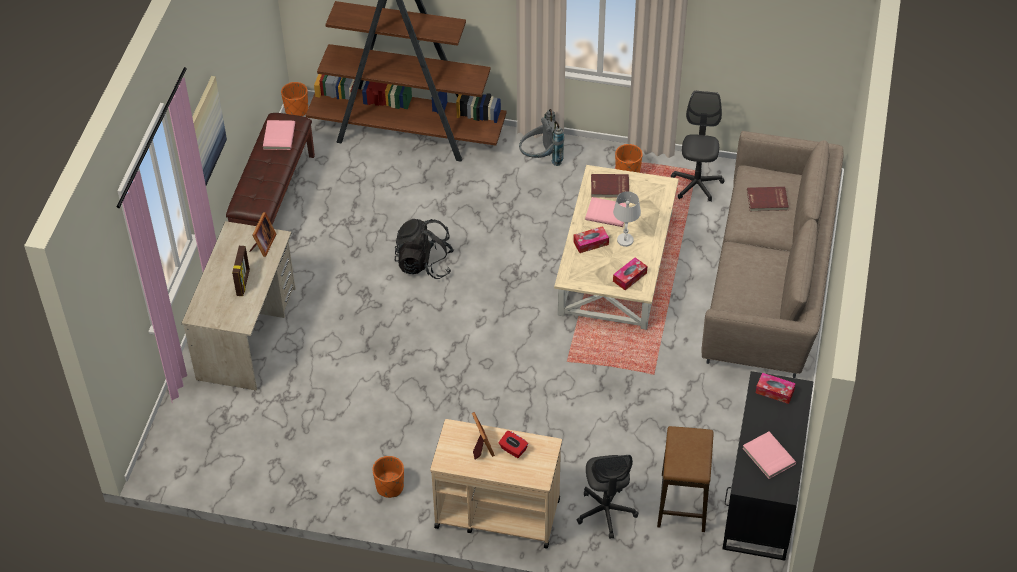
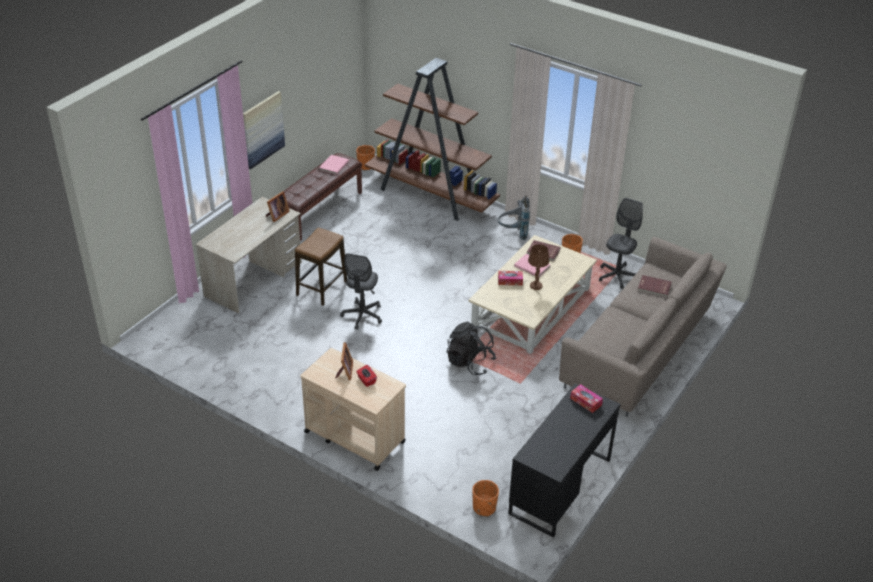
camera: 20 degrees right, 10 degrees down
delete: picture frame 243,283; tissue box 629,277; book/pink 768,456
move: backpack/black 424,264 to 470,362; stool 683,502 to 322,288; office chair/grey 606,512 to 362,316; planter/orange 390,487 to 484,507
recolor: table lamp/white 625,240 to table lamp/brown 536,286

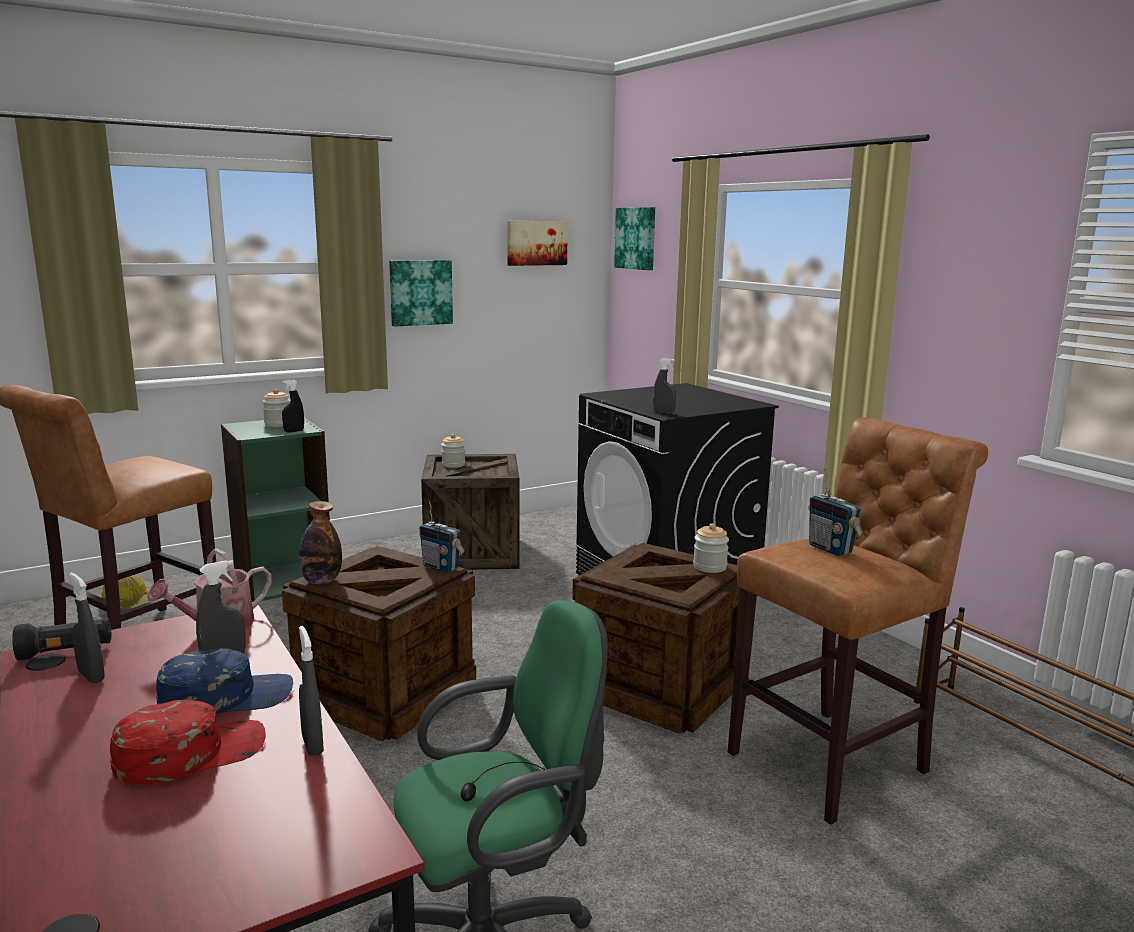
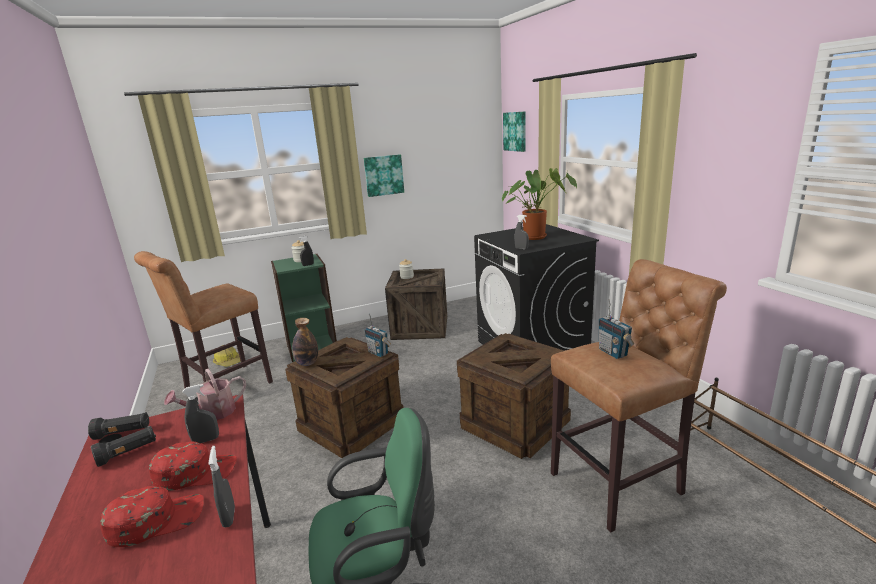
camera: 10 degrees right, 5 degrees up
delete: picture 536,243; jar 709,567
insert: potted plant 536,236
replace: spray bottle/grey 91,676 to flashlight/black 128,453
recolor: cap/blue 227,696 to cap/red 196,472

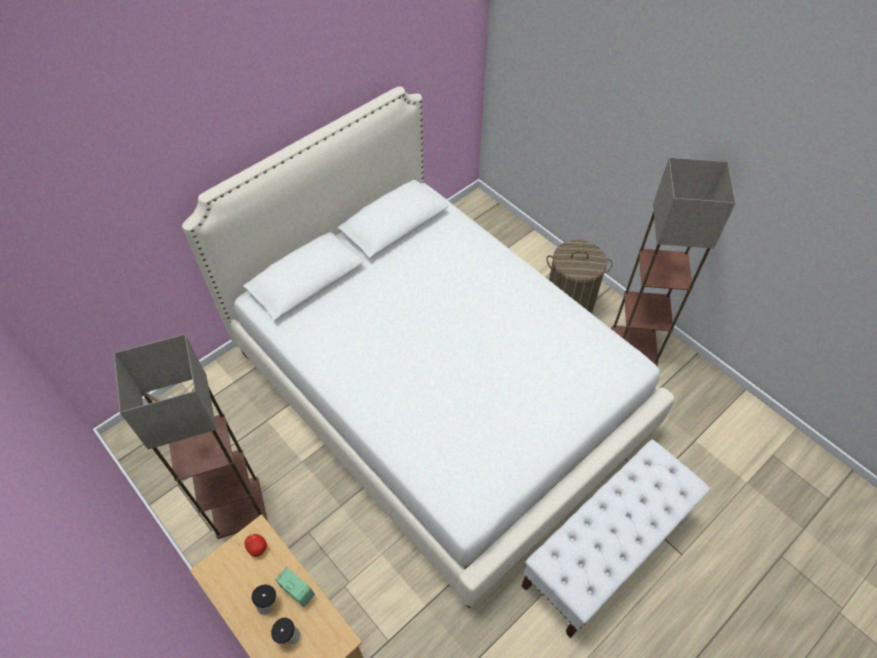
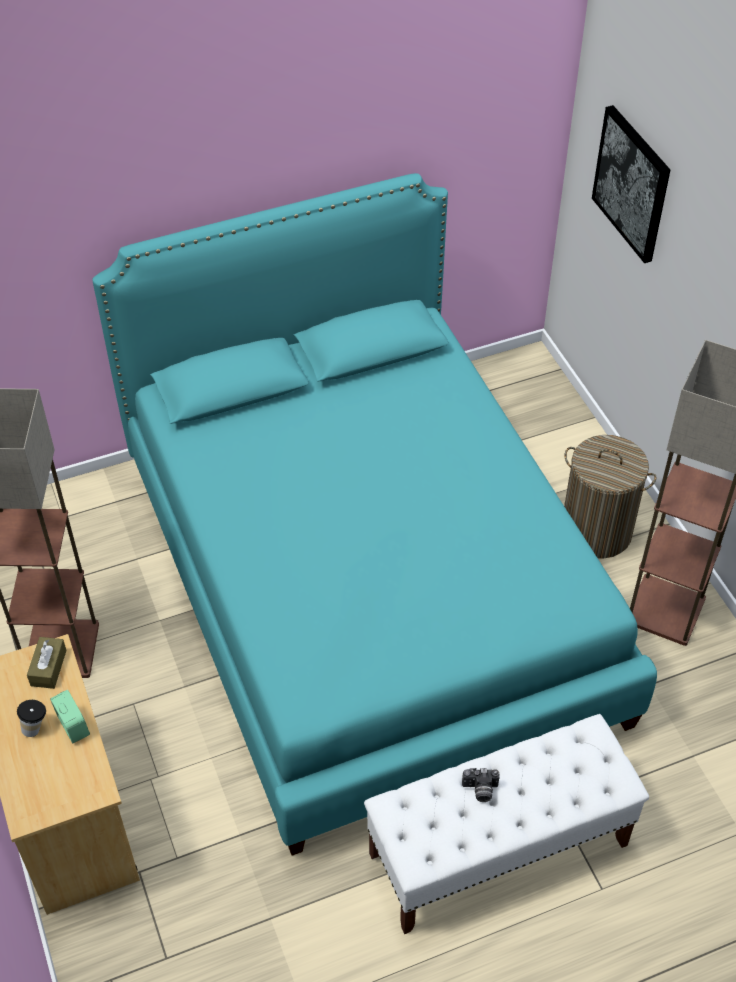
camera: 20 degrees right, 5 degrees down
delete: cup 288,636
insert: picture 632,183; photo camera 480,790
replace: apple 257,548 to tissue box/brown 48,668
recolor: bed/white 438,390 to bed/turquoise 368,587

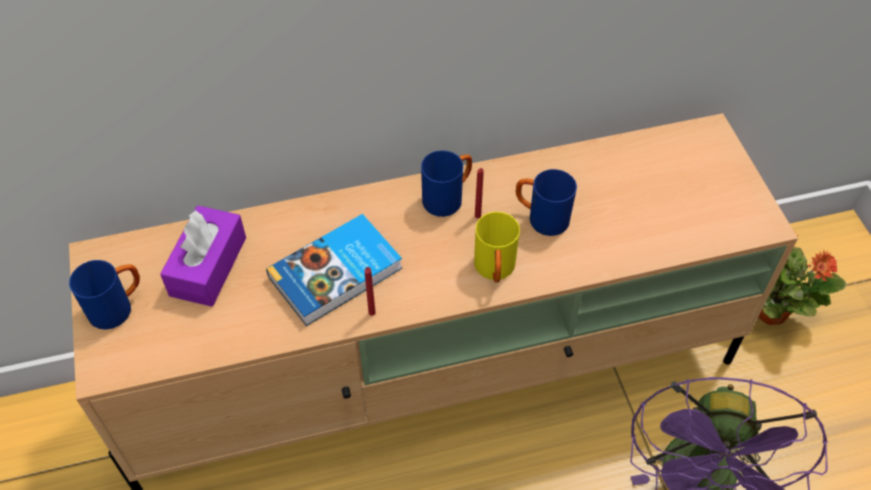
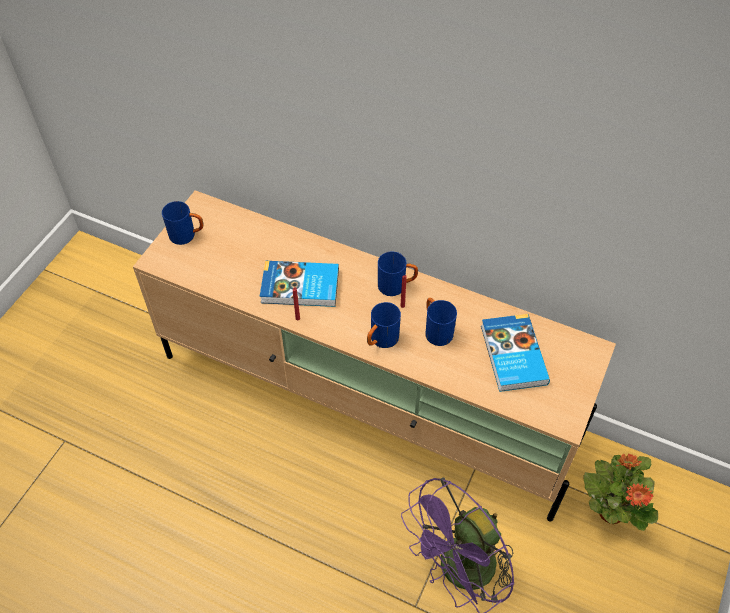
camera: 40 degrees right, 0 degrees up
delete: tissue box/purple 208,266
insert: book 512,355
recolor: mug/yellow 495,271 to mug/blue 381,341

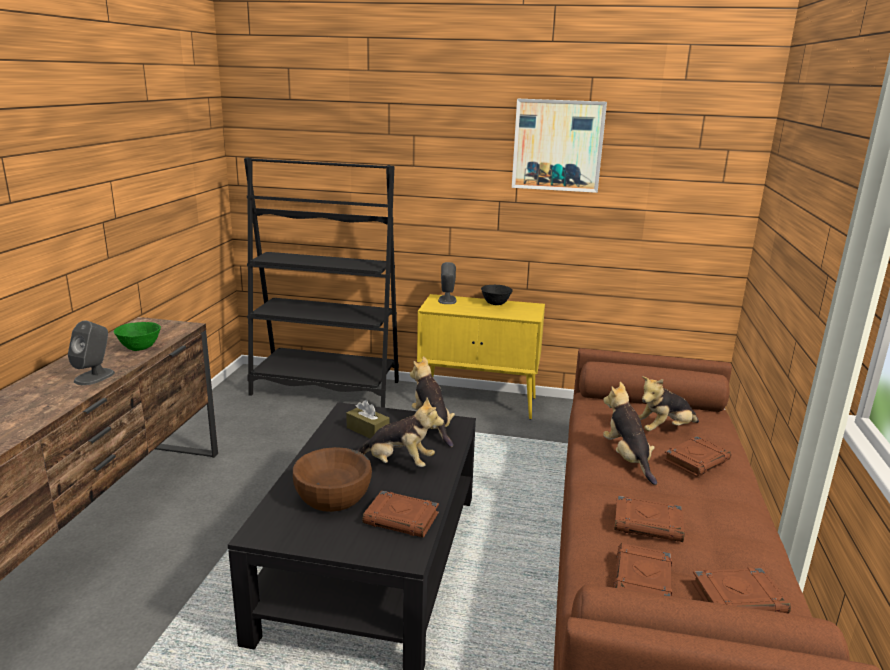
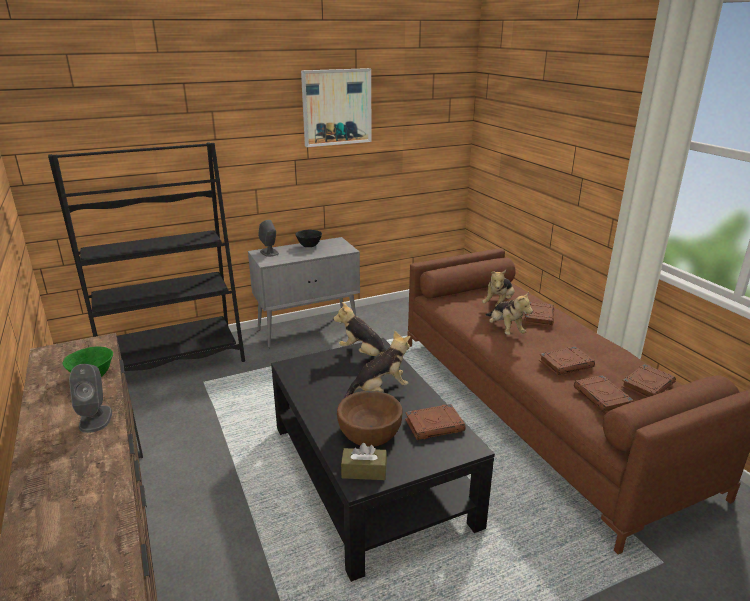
camera: 35 degrees left, 5 degrees up
move: tissue box/brown 368,430 to 364,471
recolor: cabinet/yellow 479,402 to cabinet/grey 309,329
rotate: plush toy 627,459 = 505,330 150 degrees counterclockwise

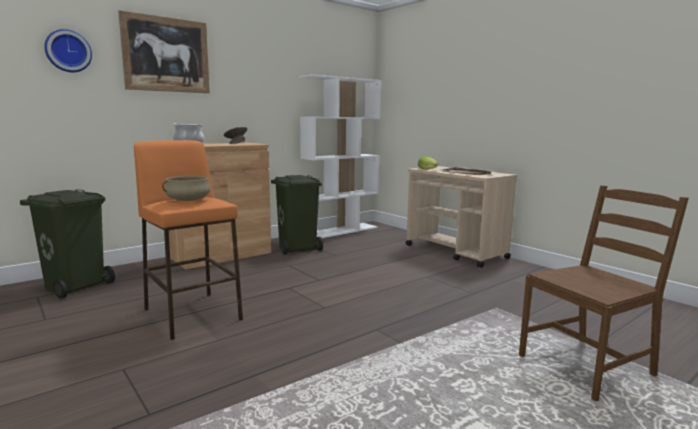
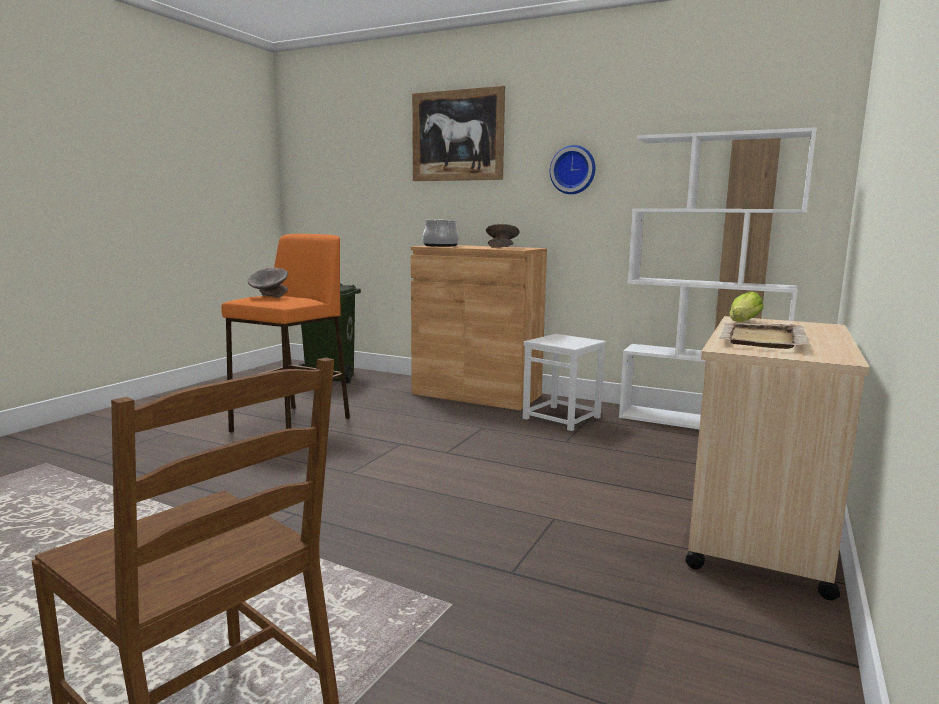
camera: 65 degrees right, 0 degrees up
move: wall clock 68,51 to 573,170
replace: trash can/green 298,248 to stool/white 562,418; cooking pot/beige 188,200 to bowl/grey 269,296

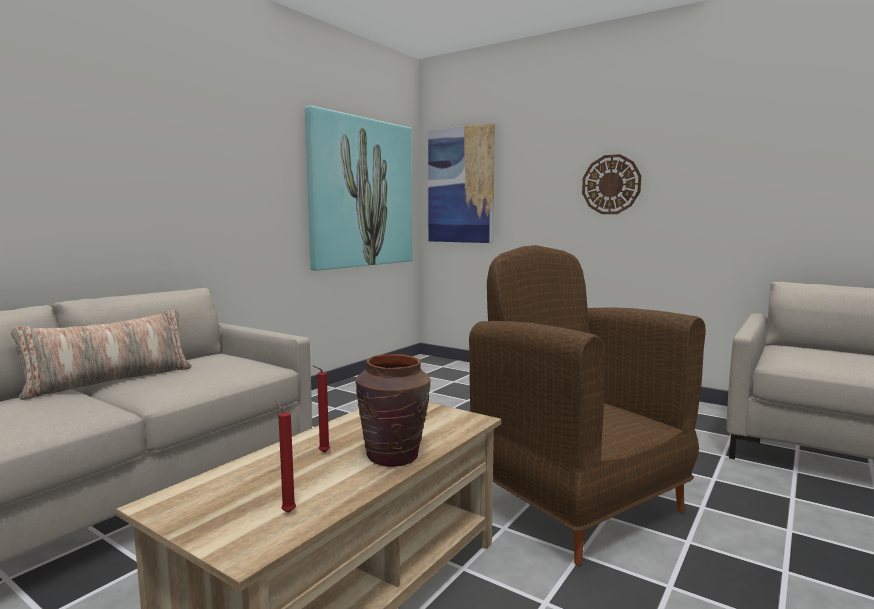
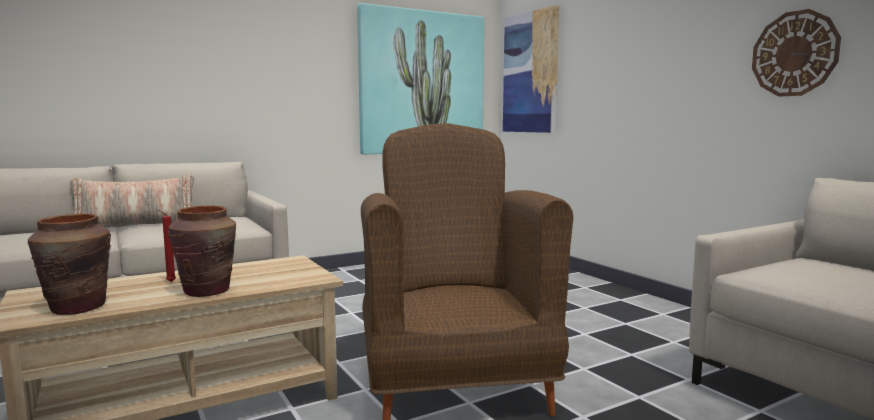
camera: 25 degrees right, 0 degrees up
move: wall clock 611,184 to 794,54
replace: candle/red 287,512 to vase/brown 77,308

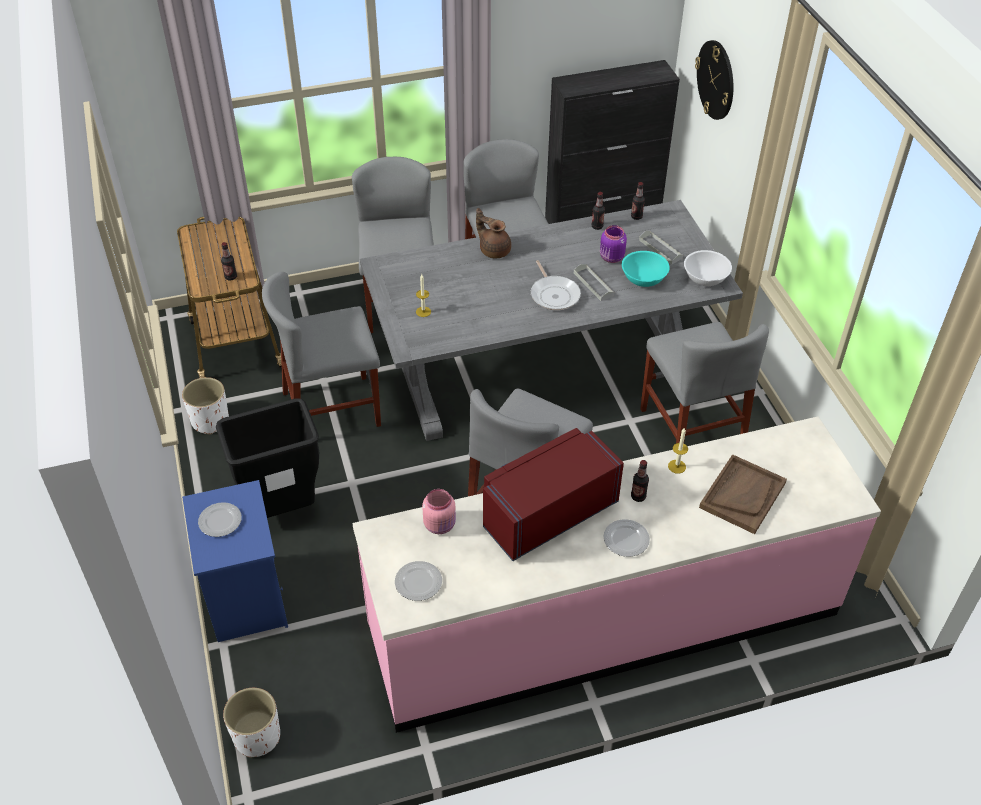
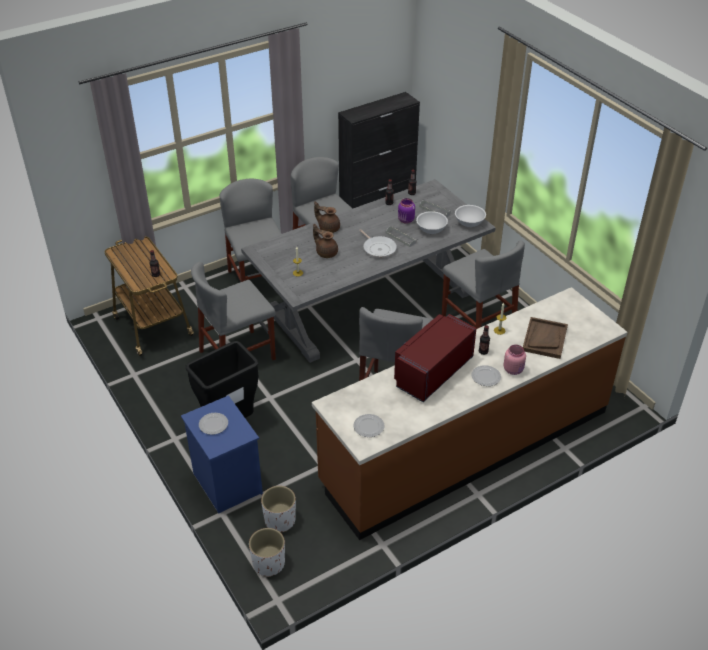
camera: 15 degrees left, 5 degrees down
delete: wall clock 716,80
insert: teapot/brown 326,252
move: planter/white 210,421 to 280,520; jar/pink 440,525 to 513,369
recolor: bowl/turquoise 644,279 to bowl/white 431,229; counter/pink 604,621 to counter/brown 466,446

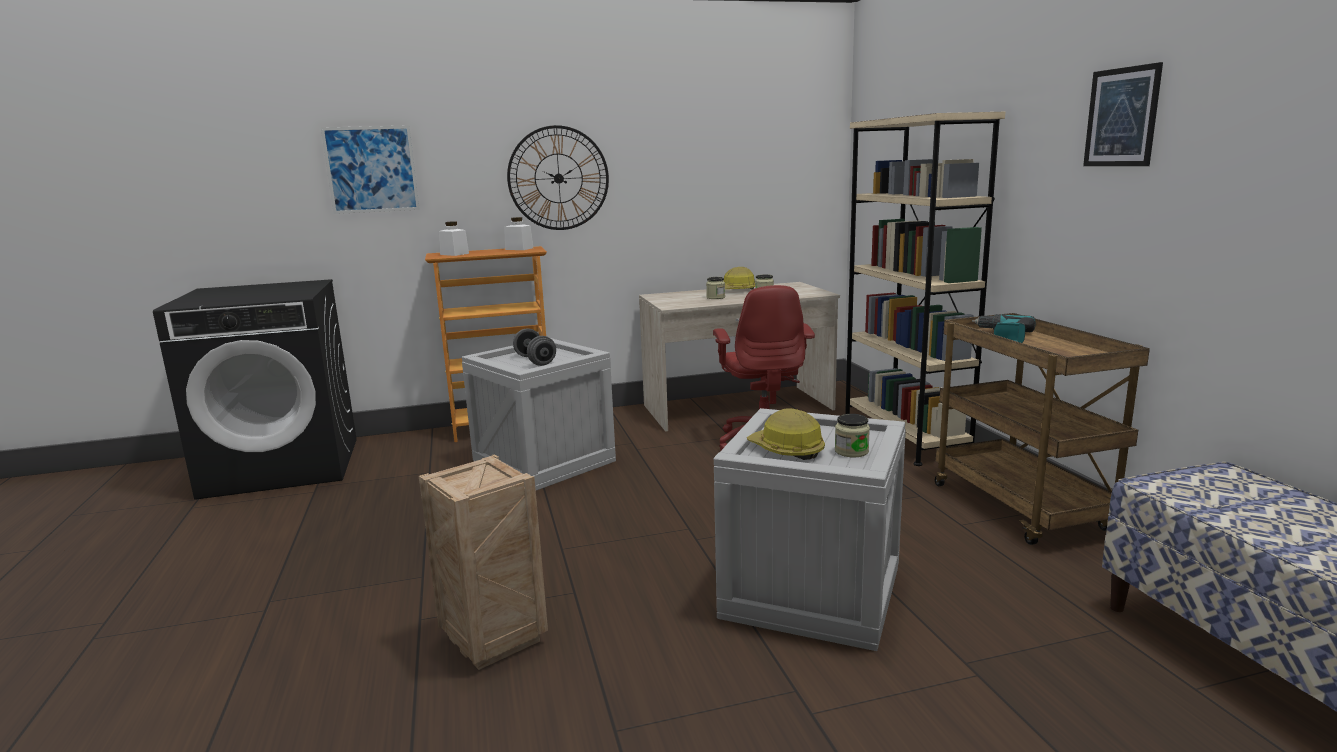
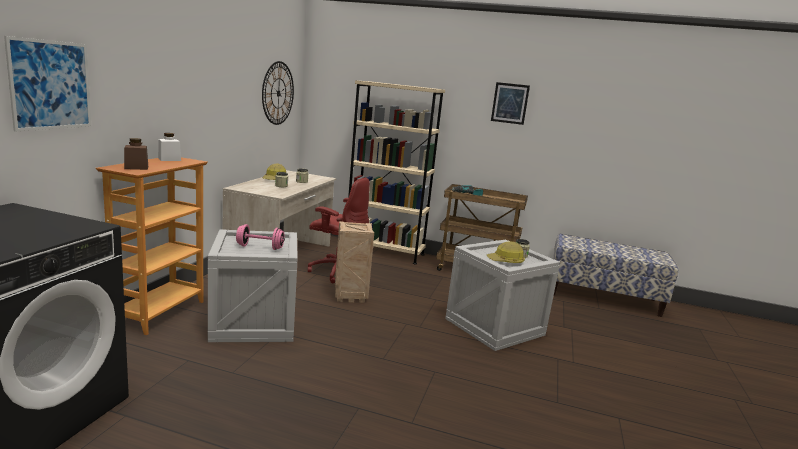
camera: 60 degrees left, 0 degrees up
move: wall clock 558,178 to 278,93; crate 496,640 to 351,296
recolor: jar/white 454,254 to jar/brown 136,167; dumbbell/grey 535,360 to dumbbell/pink 260,247

